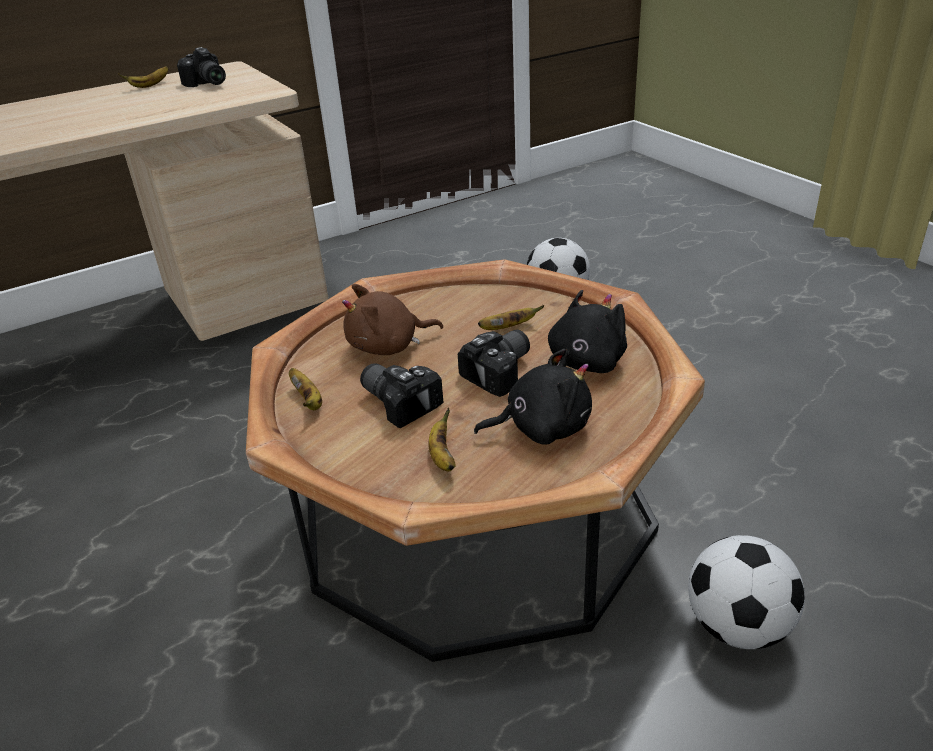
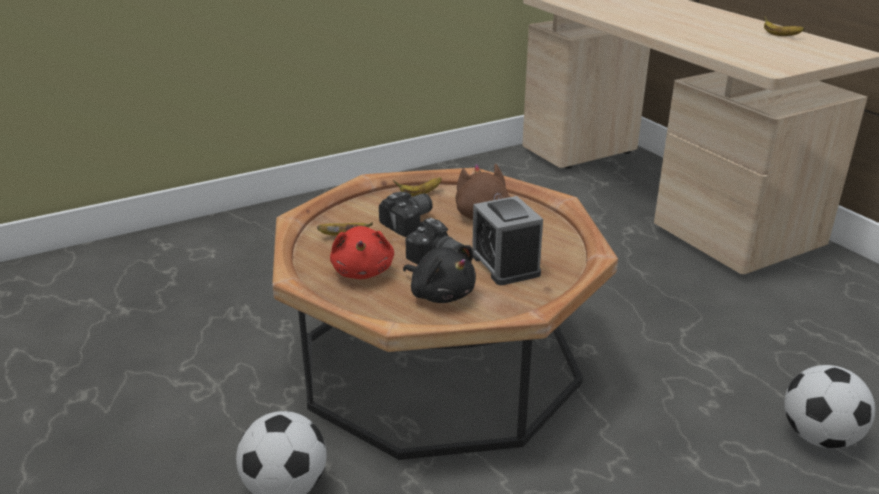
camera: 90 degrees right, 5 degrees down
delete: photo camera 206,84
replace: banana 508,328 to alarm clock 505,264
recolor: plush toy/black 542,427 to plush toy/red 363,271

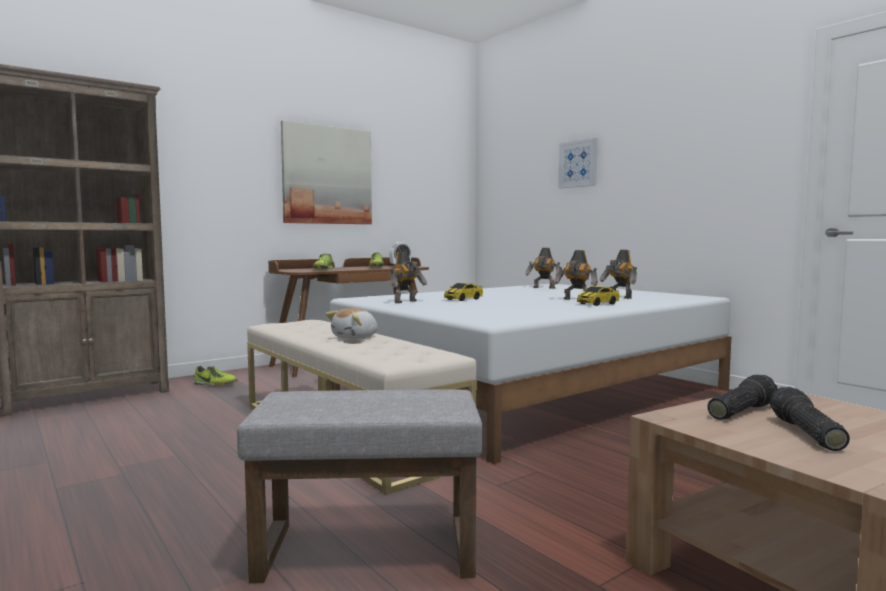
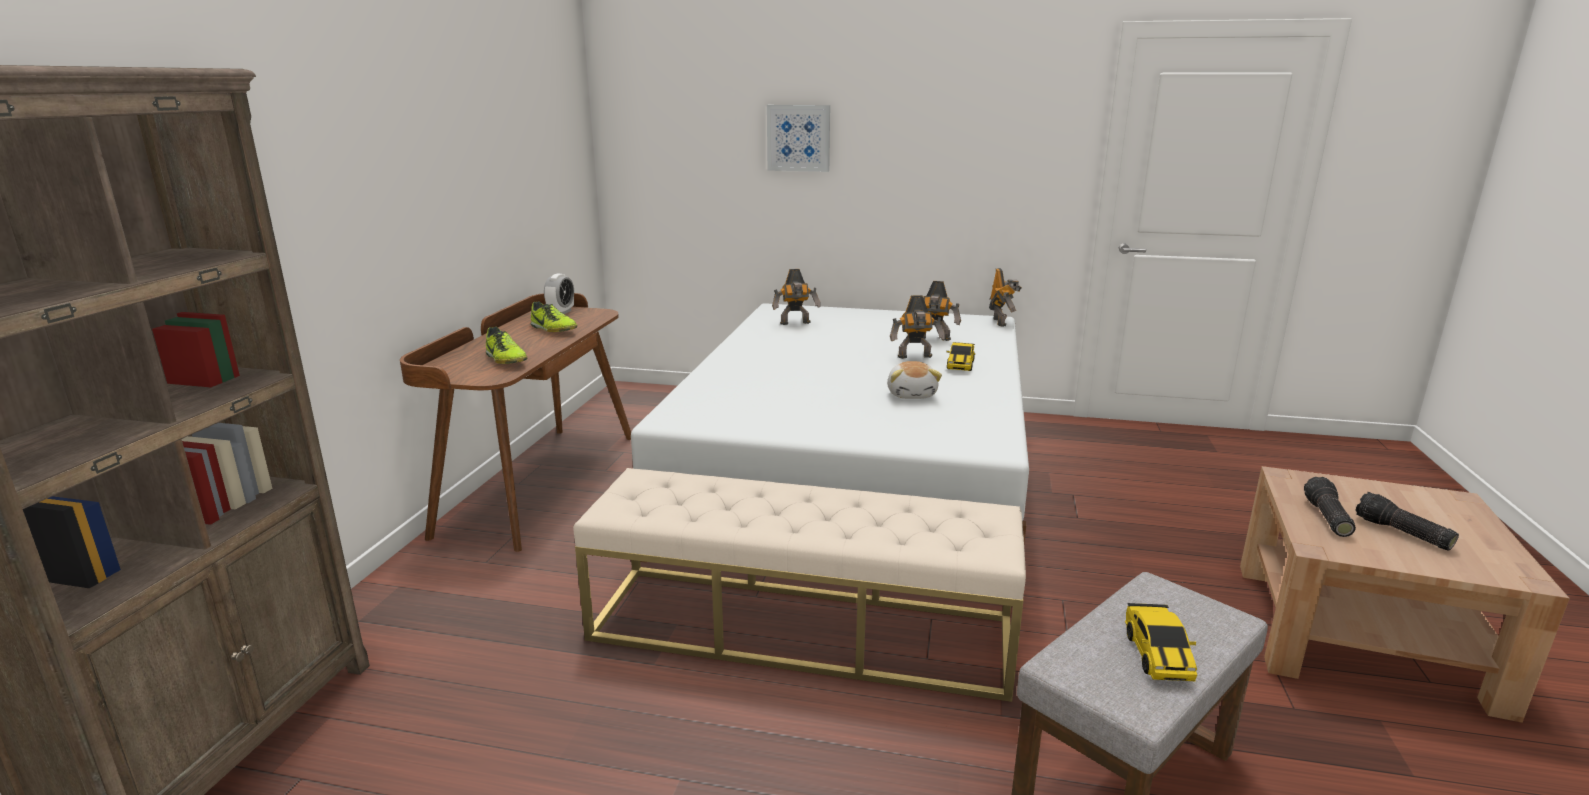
camera: 40 degrees left, 15 degrees up
delete: picture 327,175; shoe 215,384
move: toy robot 407,302 to 1001,322; toy car 463,299 to 1157,655; plush toy 356,337 to 912,394

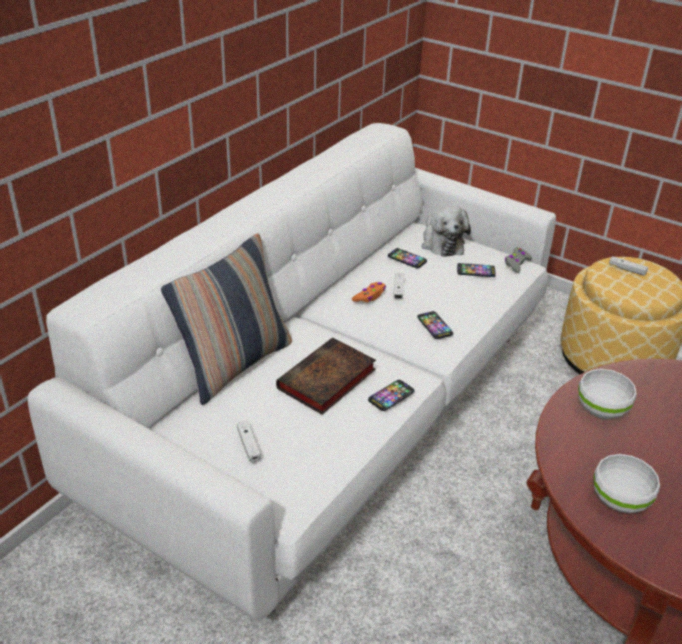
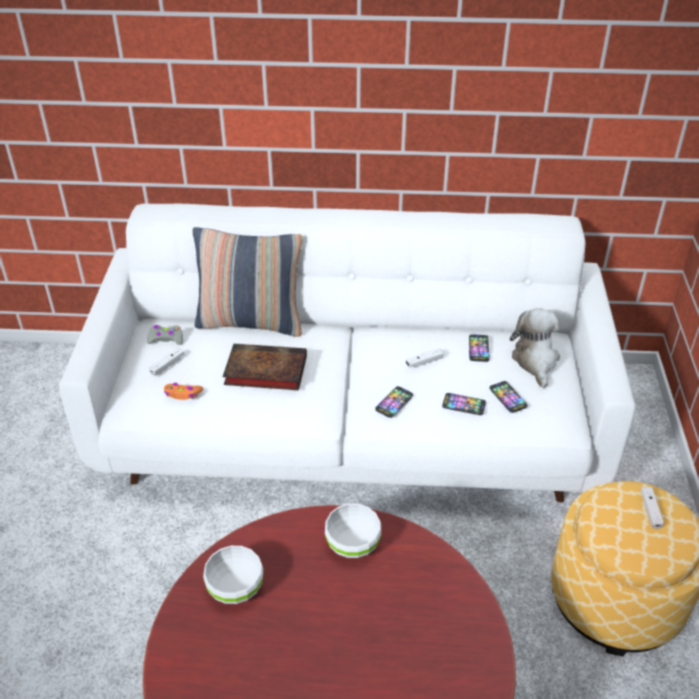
camera: 60 degrees right, 5 degrees up
move: game controller/grey 516,263 to 166,339; game controller/orange 369,296 to 183,394; phone 391,396 to 463,405
rotate: plush toy 441,243 = 535,361 135 degrees clockwise

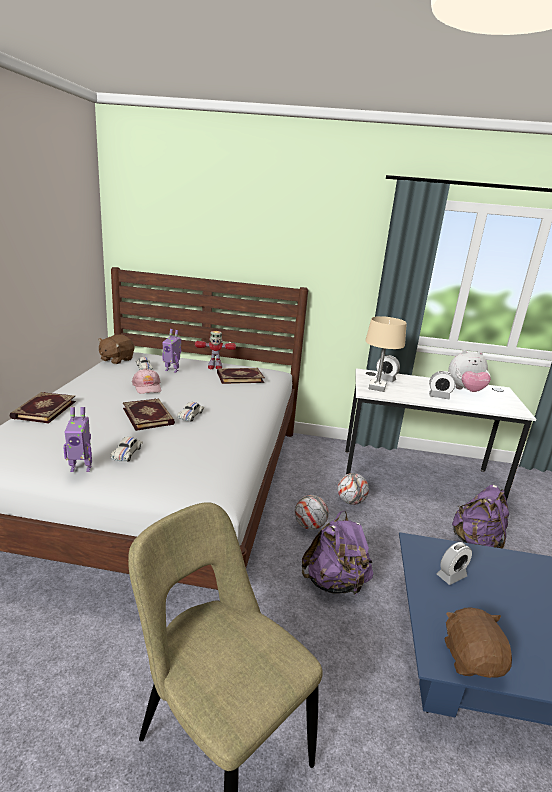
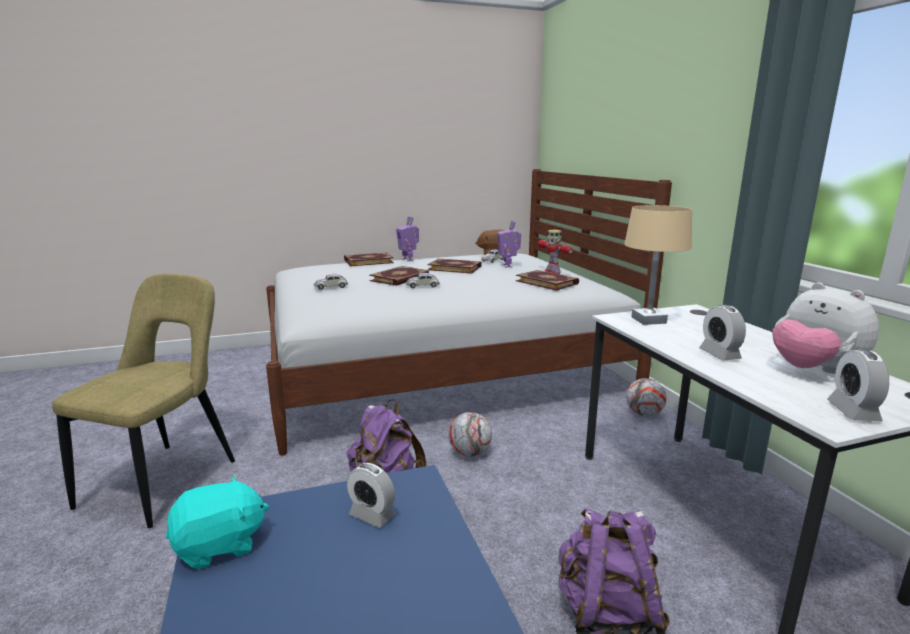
camera: 65 degrees right, 5 degrees down
move: alarm clock 385,379 to 852,411; toy robot 81,468 to 408,259; football 350,501 to 643,414
replace: cap/pink 147,387 to book 455,268
recolor: plush toy/brown 472,659 to plush toy/turquoise 220,545

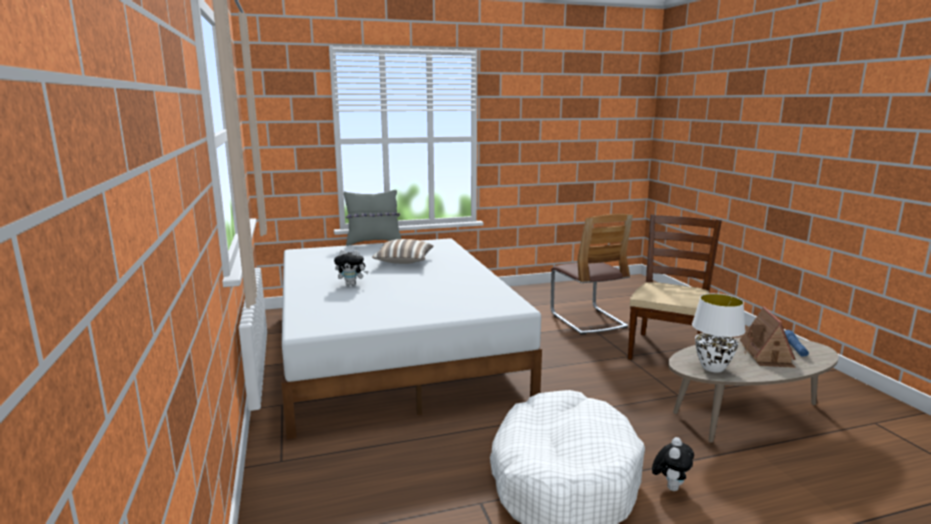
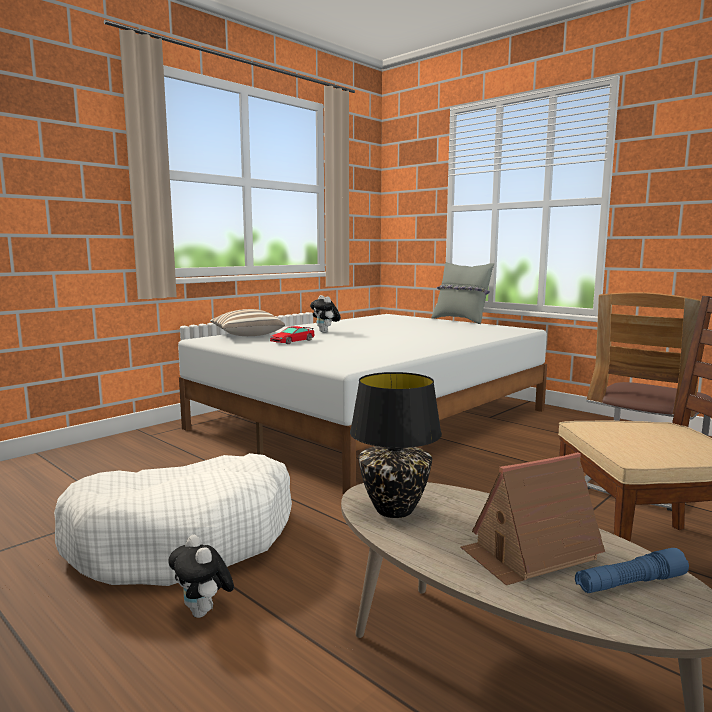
camera: 60 degrees right, 5 degrees down
insert: toy car 292,341
move: pillow 403,262 to 246,335
recolor: table lamp/white 712,368 to table lamp/black 393,509
rotate: plush toy 670,486 = 204,613 60 degrees clockwise

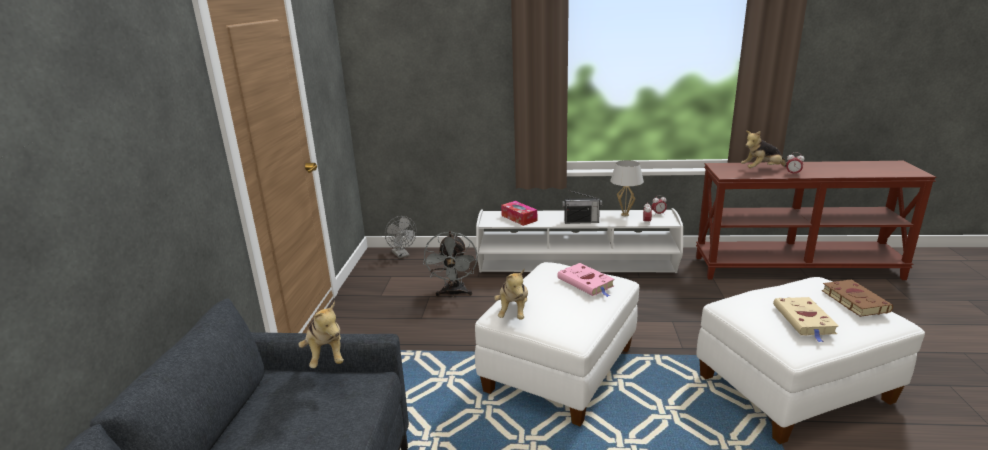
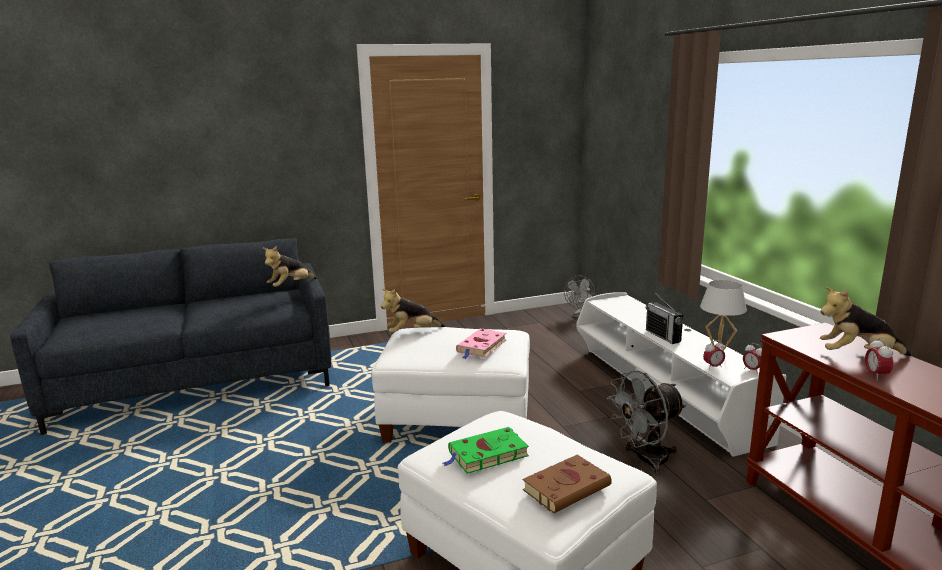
camera: 65 degrees right, 5 degrees down
delete: tissue box 519,218
move: fan/grey 454,294 to 645,460
recolor: book/beige 805,321 to book/green 486,455
rotate: plush toy 762,170 = 857,355 45 degrees counterclockwise

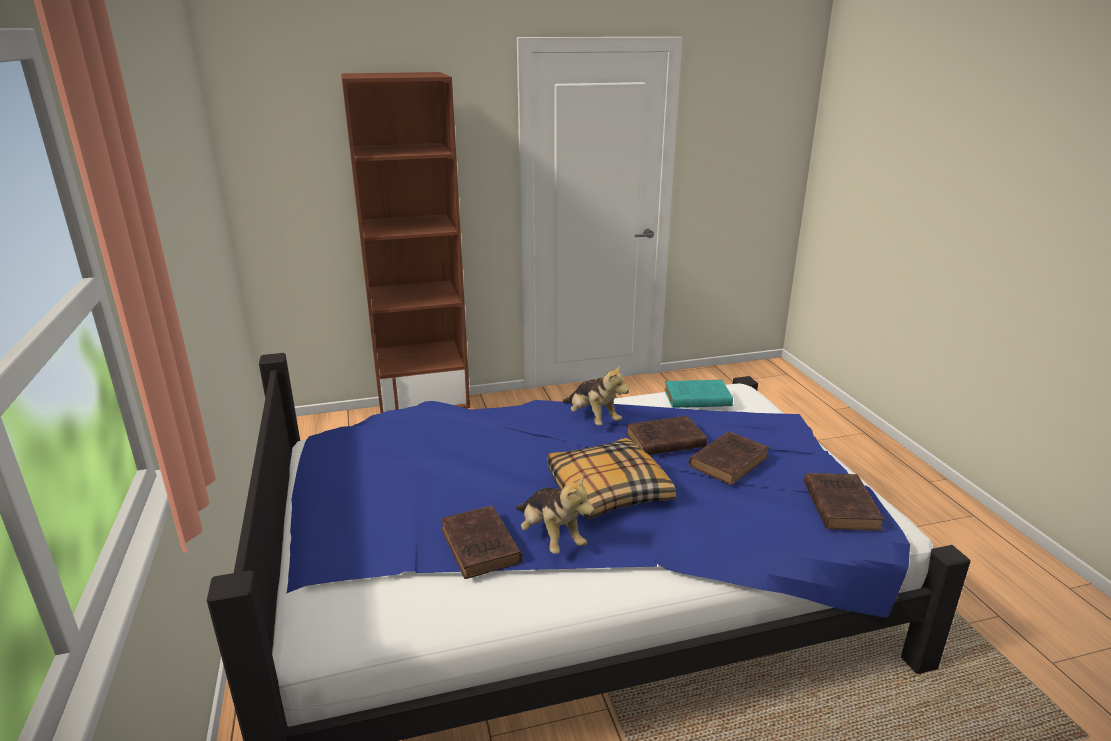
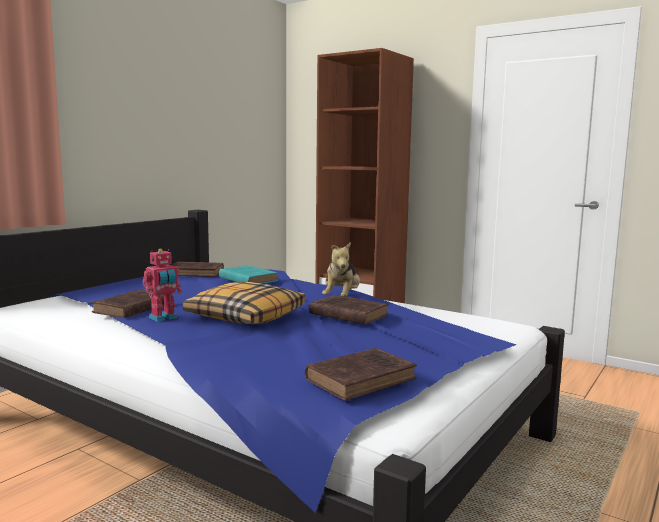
camera: 50 degrees right, 15 degrees down
move: book/turquoise 695,398 to 247,279; book/brown 730,461 to 197,273
replace: plush toy 550,537 to toy robot 163,318

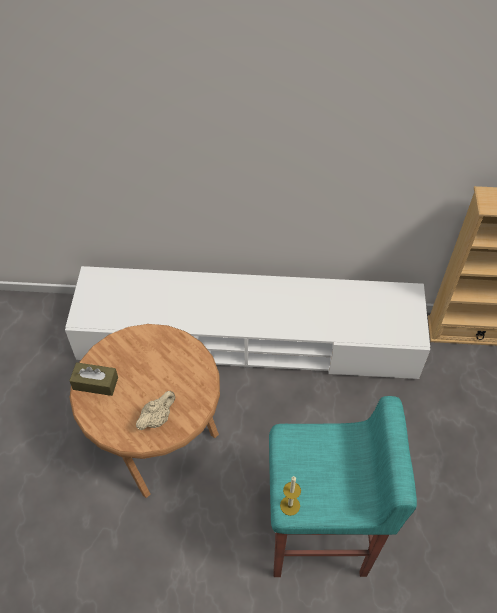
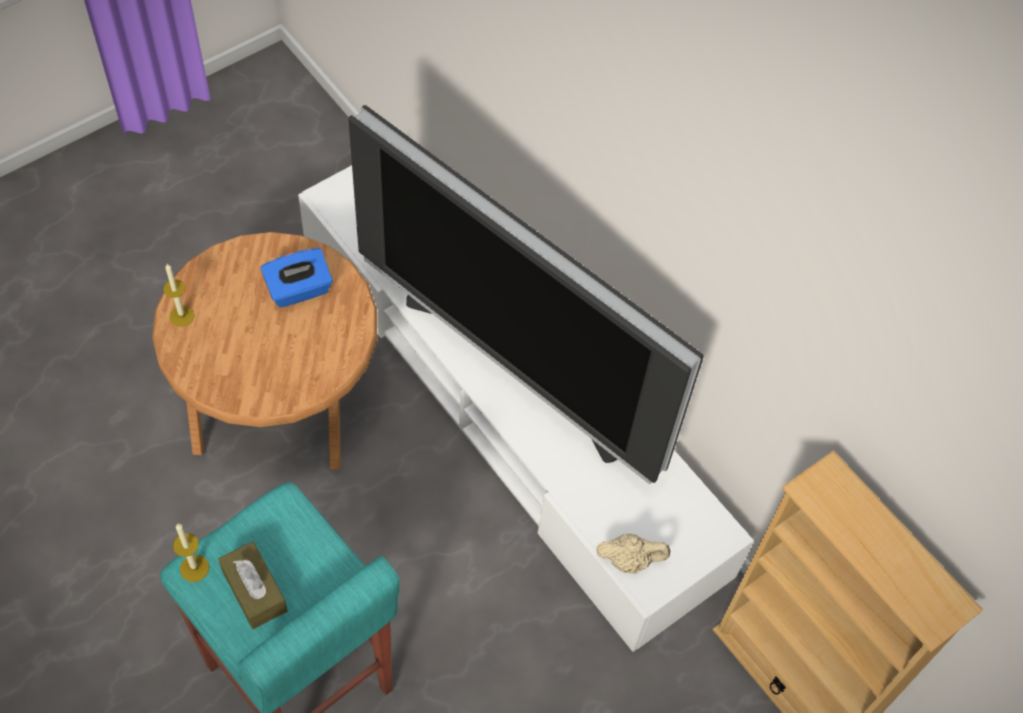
camera: 45 degrees right, 5 degrees up
insert: television 520,366; tissue box/blue 299,290; candle 182,316
move: tissue box/brown 95,383 to 254,590; teapot/beige 157,418 to 630,560

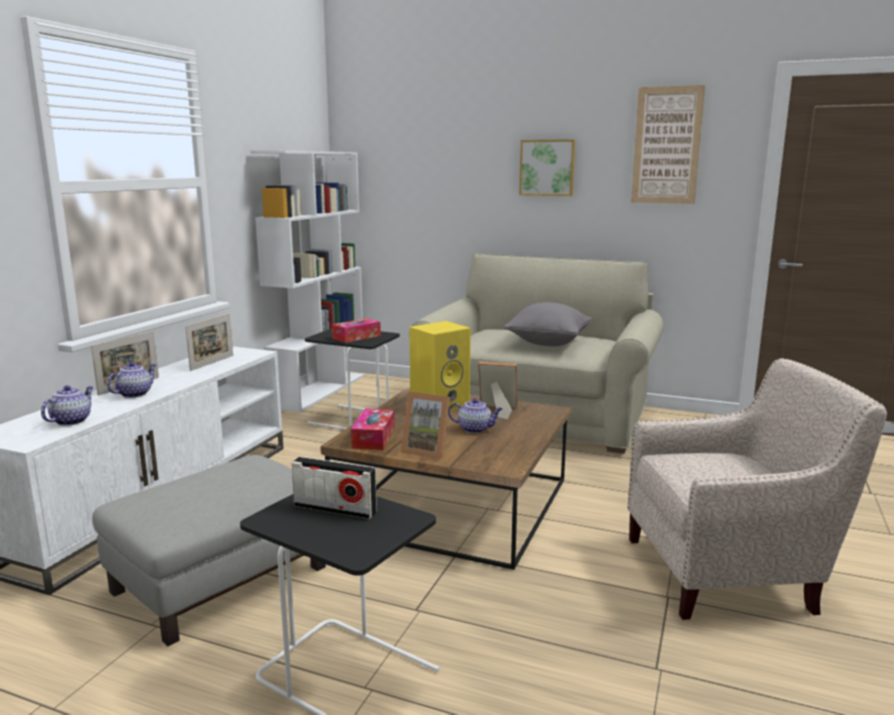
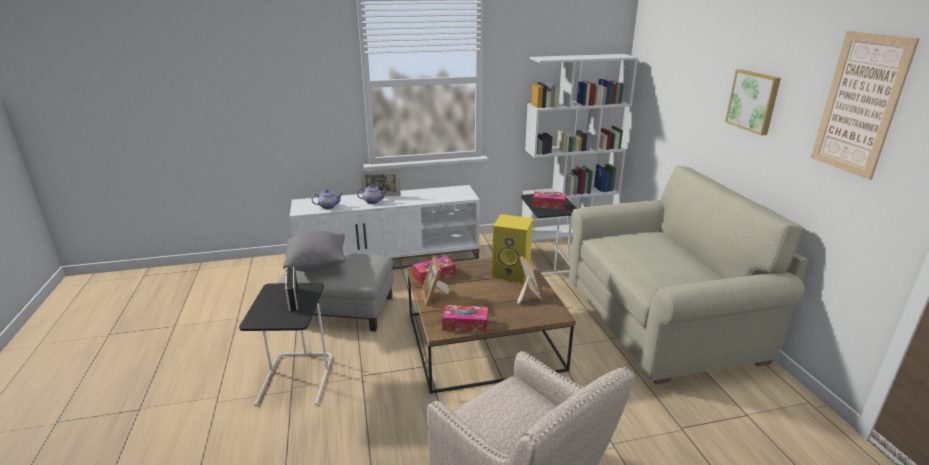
camera: 55 degrees right, 10 degrees up
delete: picture frame 212,363; teapot 475,429
insert: tissue box 465,324
move: pillow/grey 548,343 to 317,265

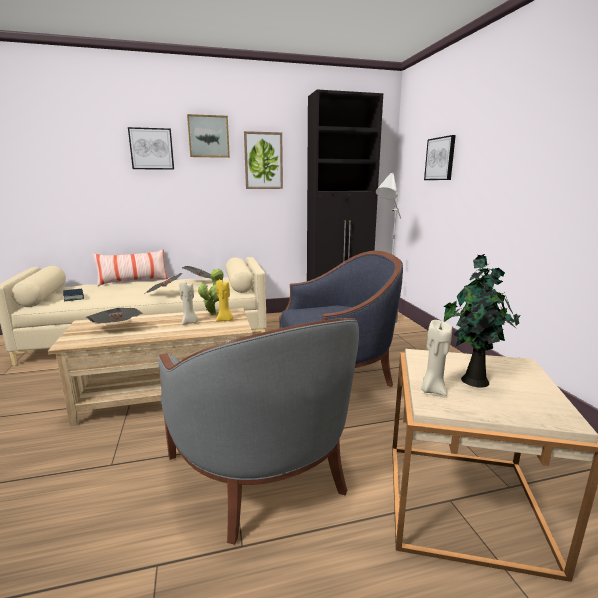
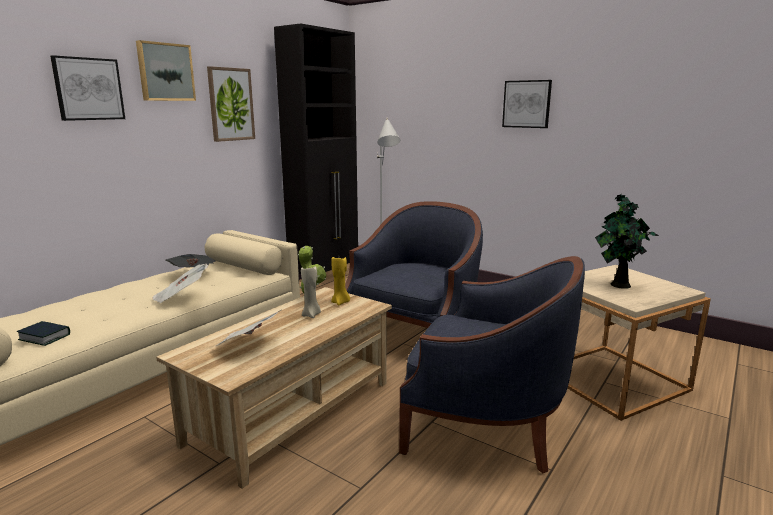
camera: 40 degrees left, 0 degrees up
delete: pillow 133,281; candle/beige 432,390
move: picture 440,159 to 526,104
recolor: armchair/grey 262,470 to armchair/blue 485,423

